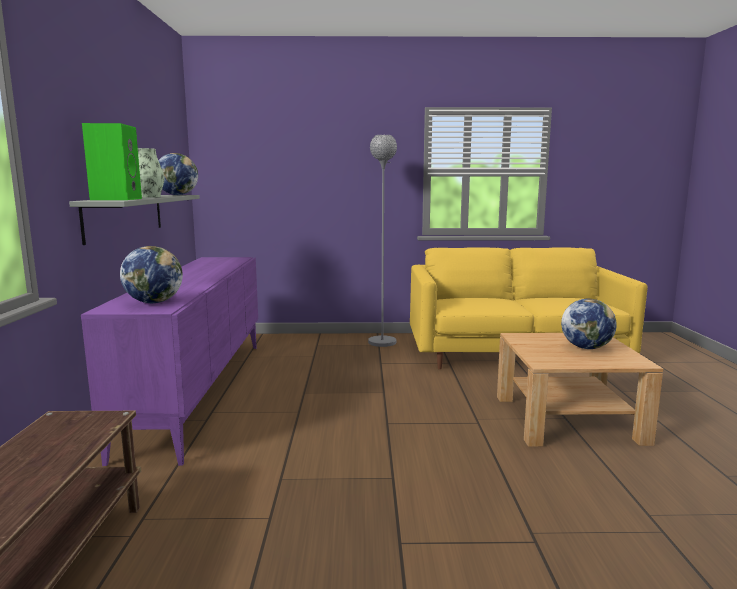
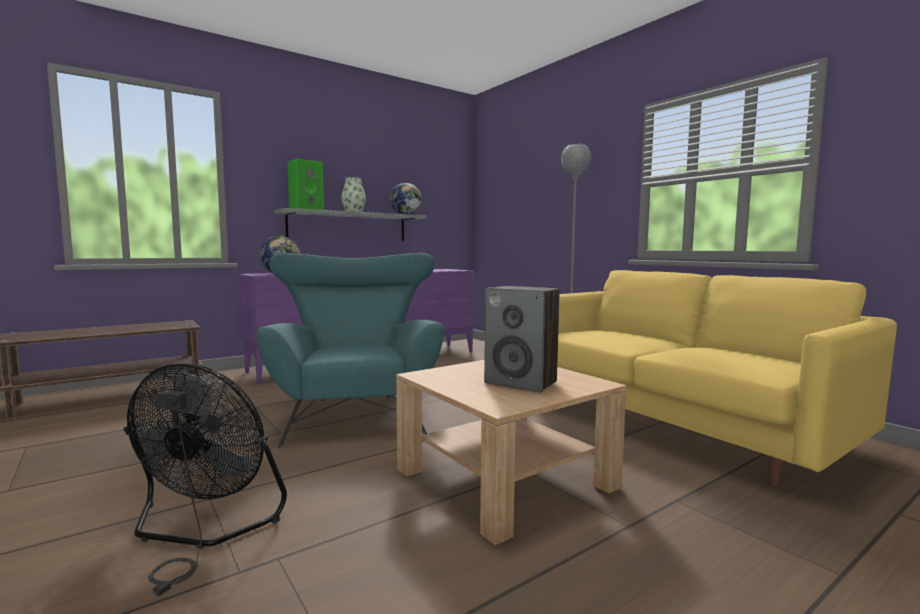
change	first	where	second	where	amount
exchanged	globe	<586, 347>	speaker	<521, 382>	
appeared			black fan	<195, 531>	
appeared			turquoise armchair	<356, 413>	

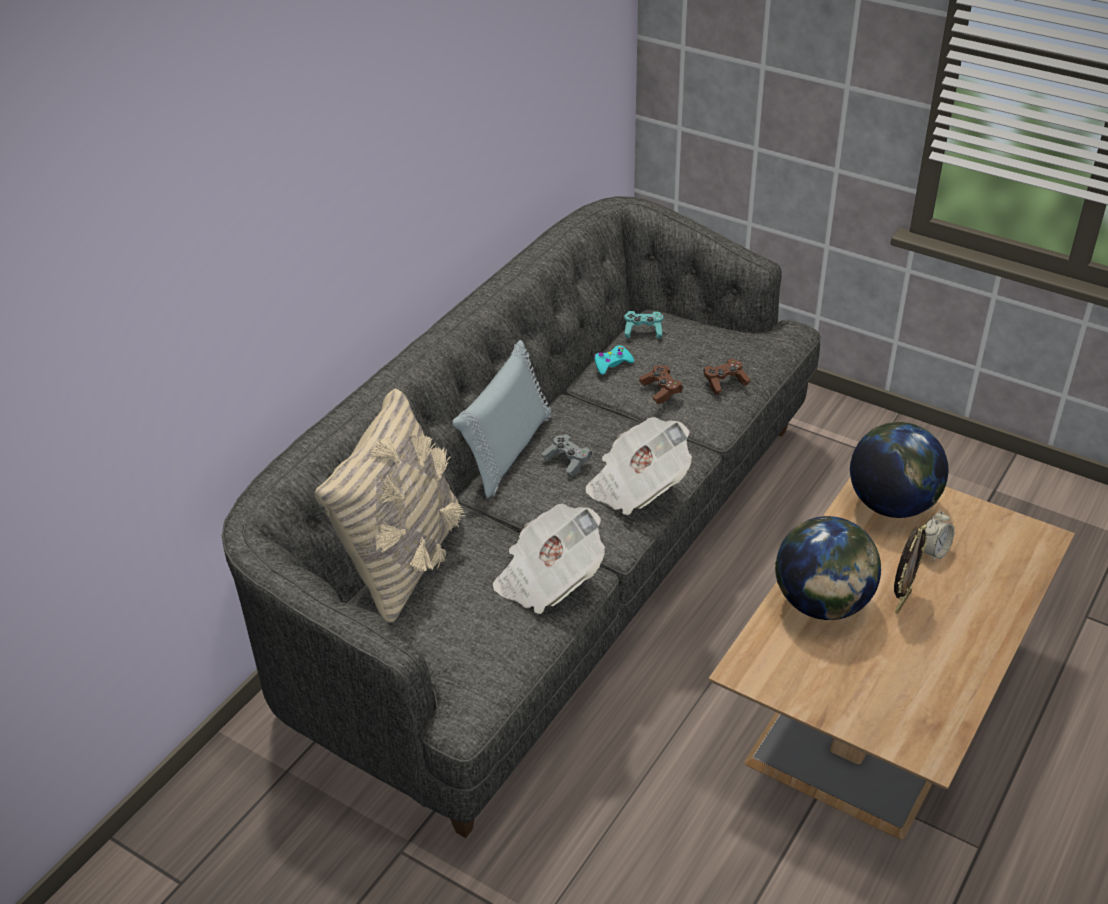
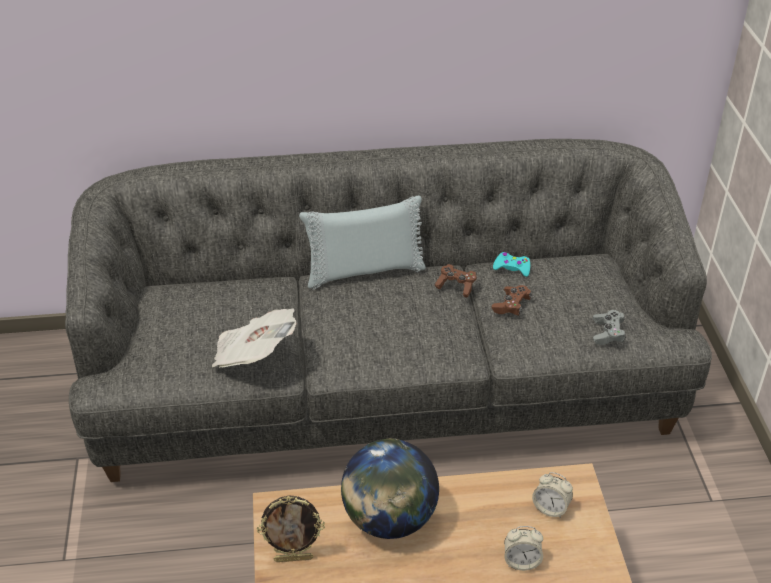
change	first	where	second	where	amount
missing	beige pillow	<405, 562>			
relocated	grey game controller	<567, 461>		<607, 333>	
missing	newspaper	<637, 486>			
missing	turquoise game controller	<643, 331>			
relocated	brown game controller	<725, 383>		<456, 286>	
exchanged	globe	<892, 505>	alarm clock	<550, 508>	
relocated	picture frame	<901, 601>		<294, 558>	

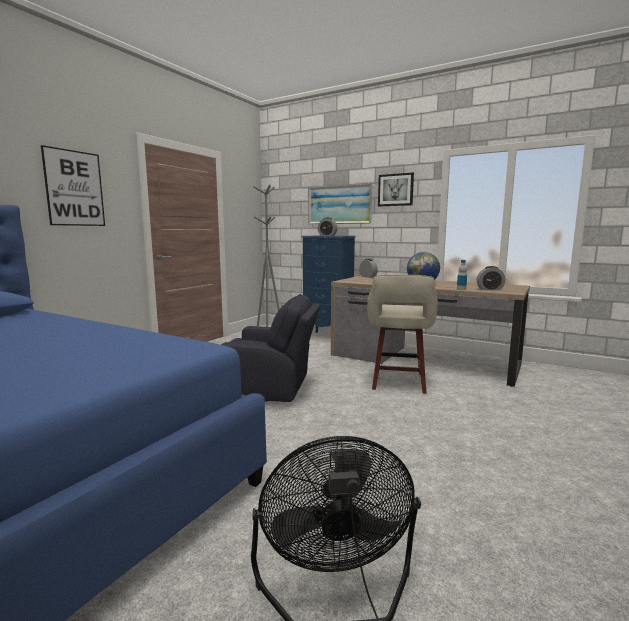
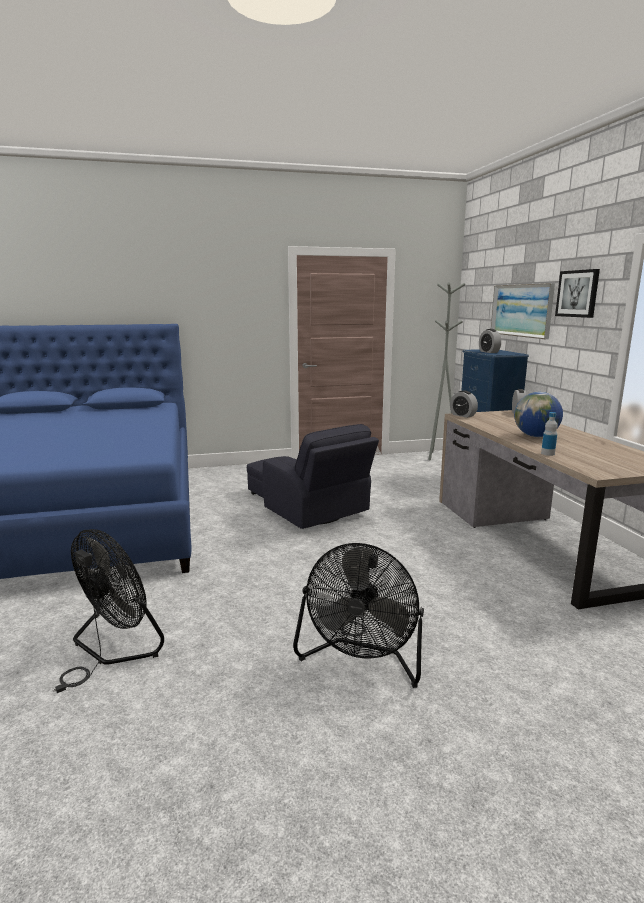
change	first	where	second	where	amount
missing	picture	<74, 188>			
missing	beige stool	<398, 383>			
relocated	alarm clock	<489, 289>		<462, 415>	
appeared			black fan	<358, 657>	

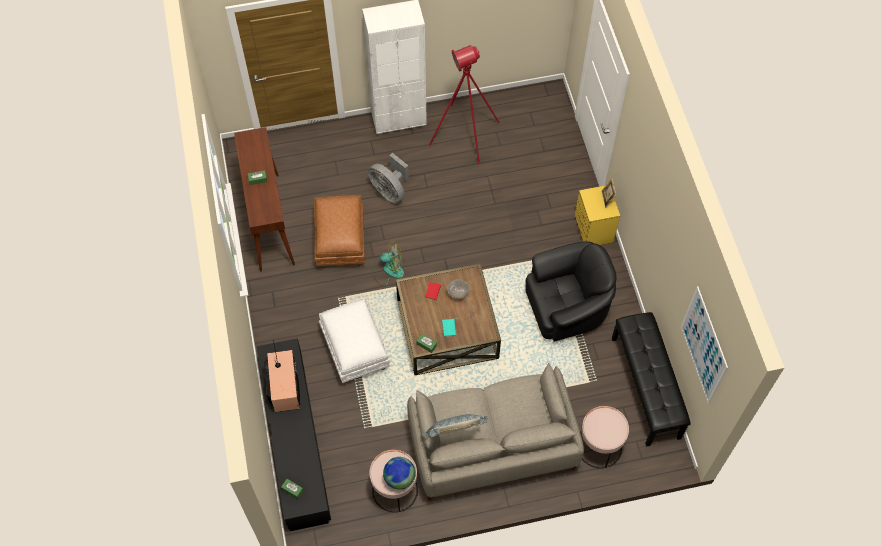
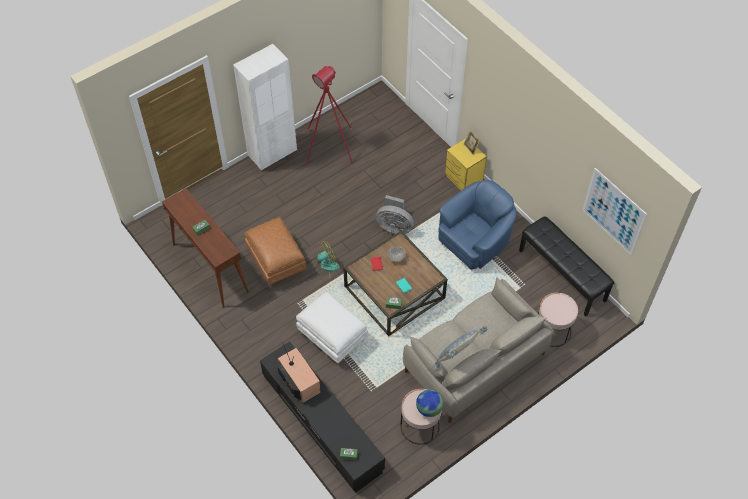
change	first	where	second	where	amount
relocated	grey fan	<390, 190>		<394, 226>	
colour	black armchair	<566, 308>	blue armchair	<474, 242>	

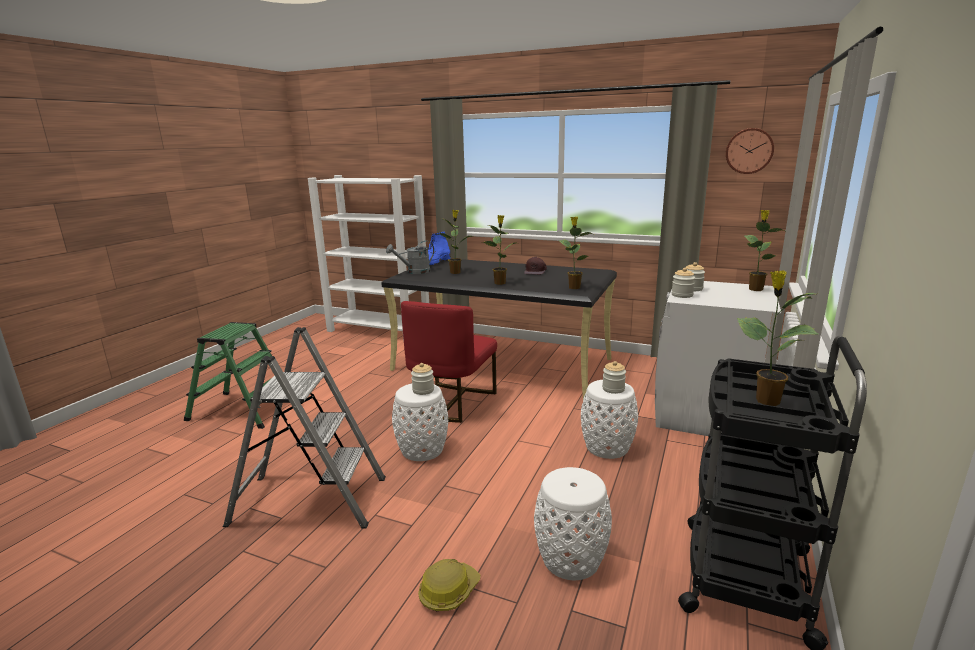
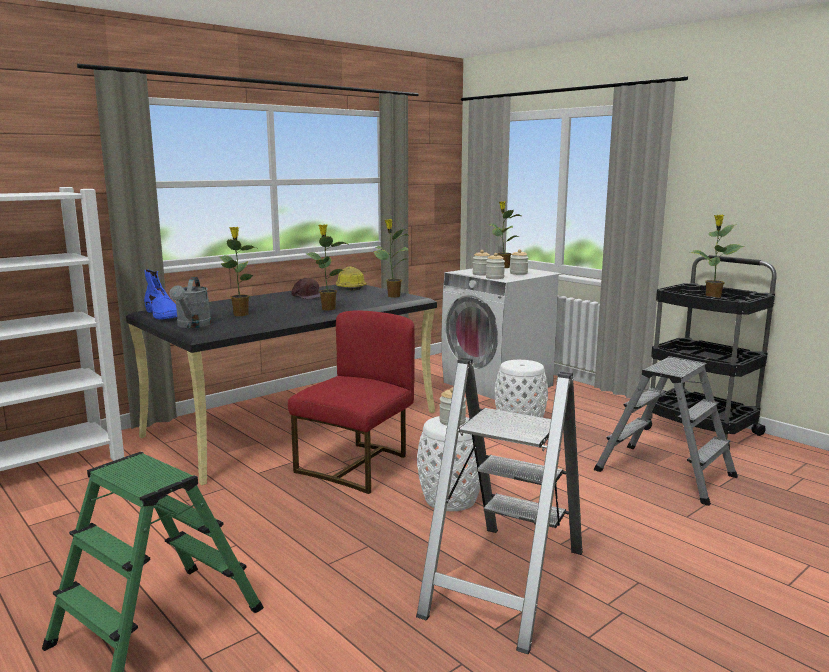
change	first	where	second	where	amount
spun	red chair	<452, 403>		<357, 465>	105 degrees counterclockwise
relocated	hard hat	<448, 591>		<350, 287>	
exchanged	white stool	<571, 559>	grey step ladder	<664, 473>	
relocated	jar	<613, 389>		<518, 273>	
missing	wall clock	<749, 151>			

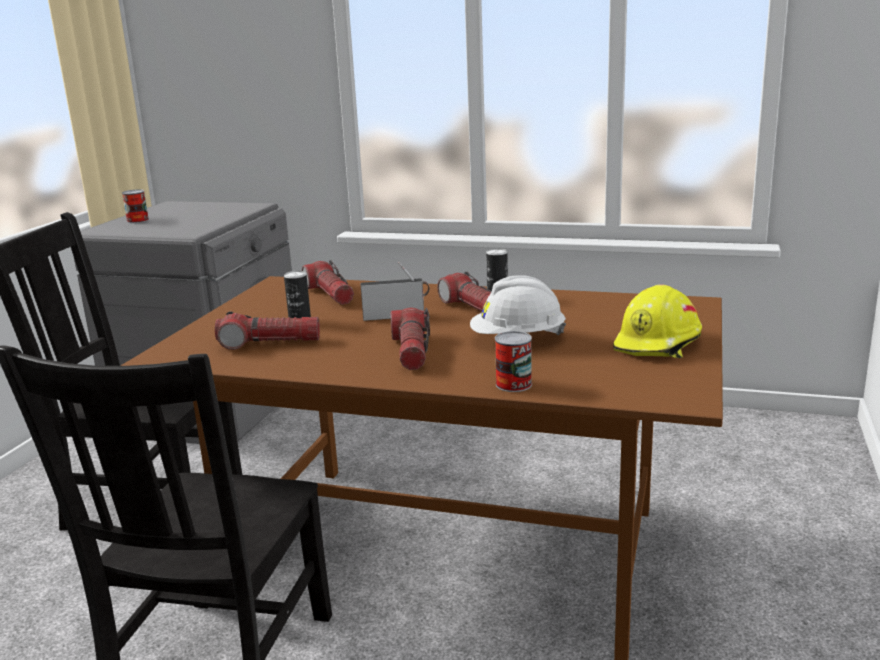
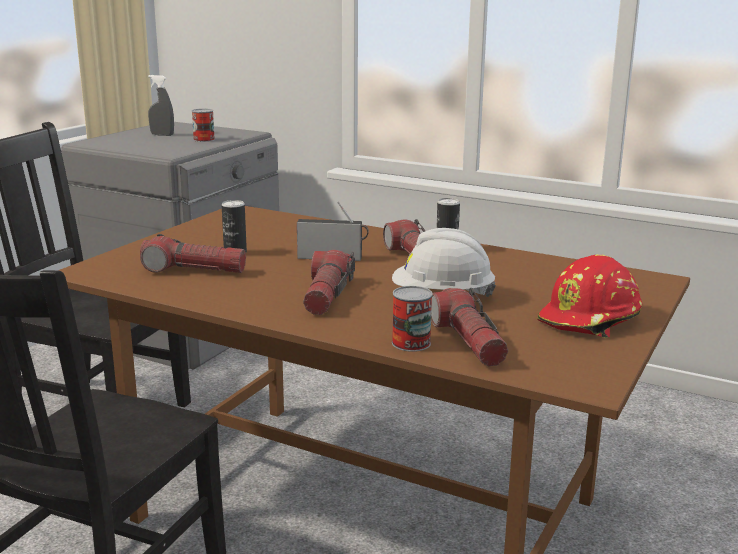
change	first	where	second	where	amount
relocated	can	<137, 220>		<204, 139>	
relocated	flashlight	<330, 294>		<468, 341>	
colour	yellow hard hat	<658, 344>	red hard hat	<591, 319>	
appeared			grey spray bottle	<162, 135>	

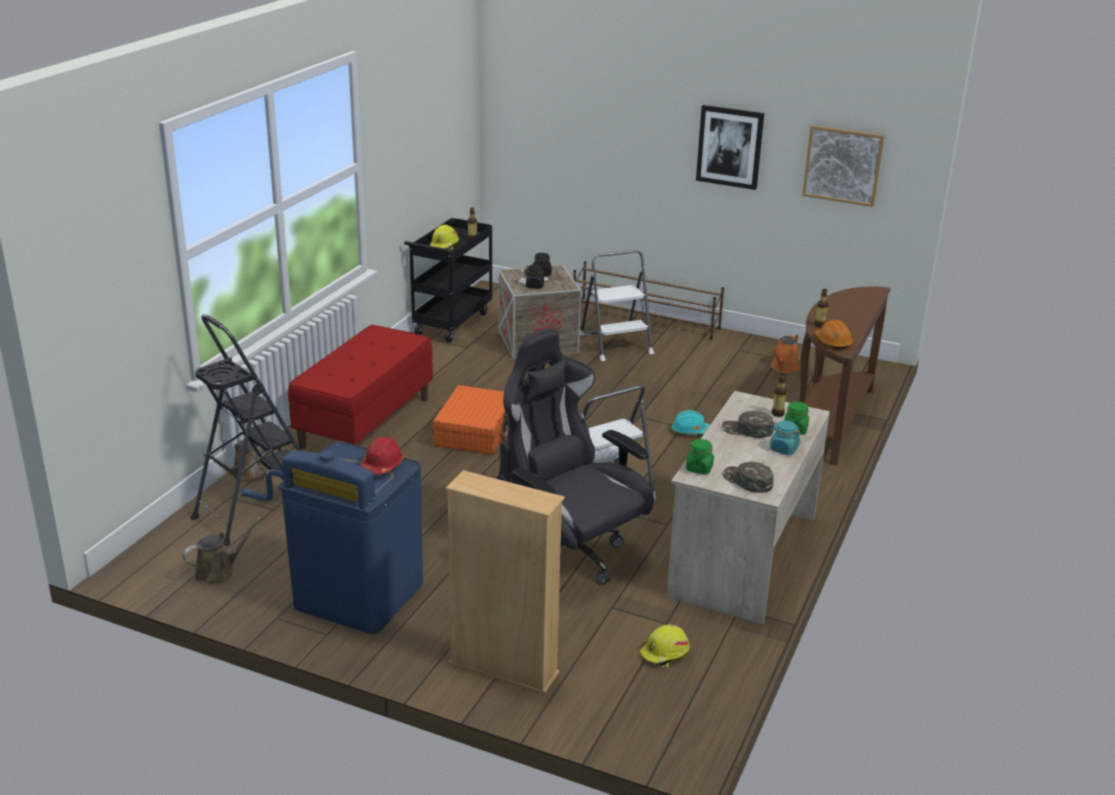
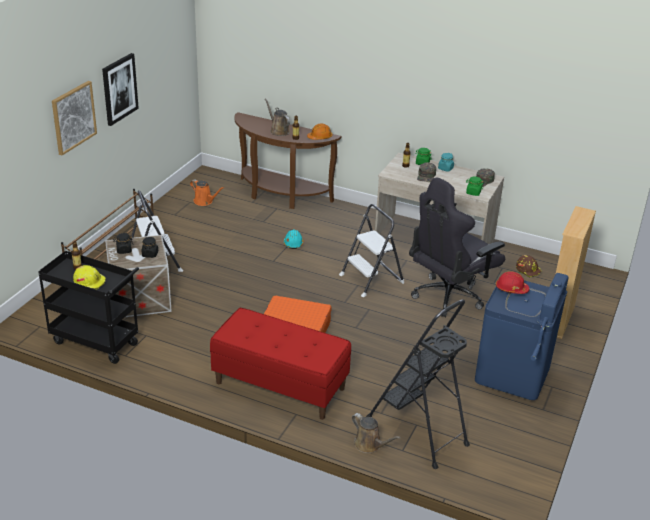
change	first	where	second	where	amount
relocated	brown watering can	<218, 572>		<278, 131>	
colour	yellow hard hat	<665, 654>	brown hard hat	<528, 270>	
relocated	picture	<843, 165>		<73, 117>	

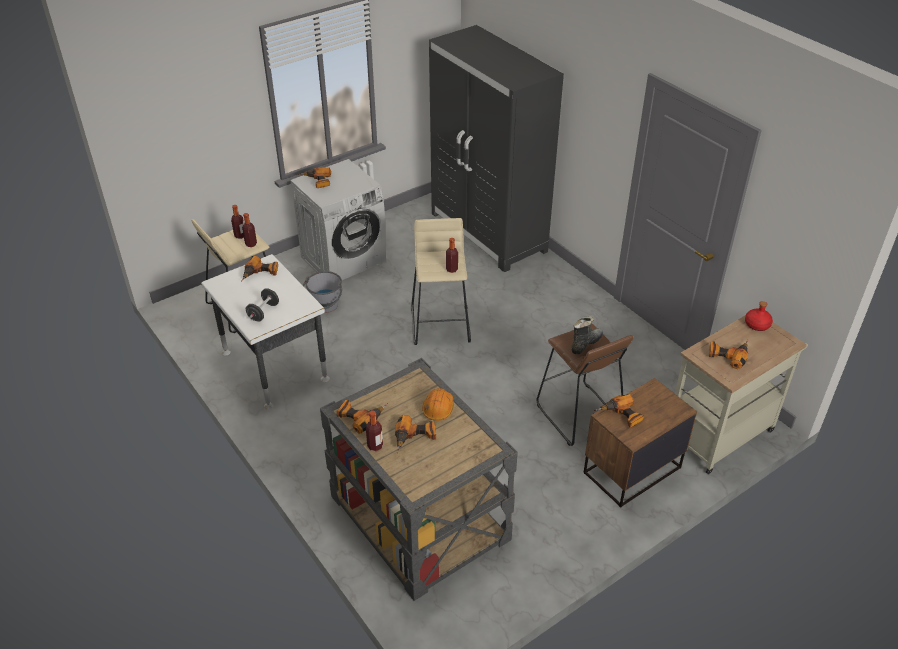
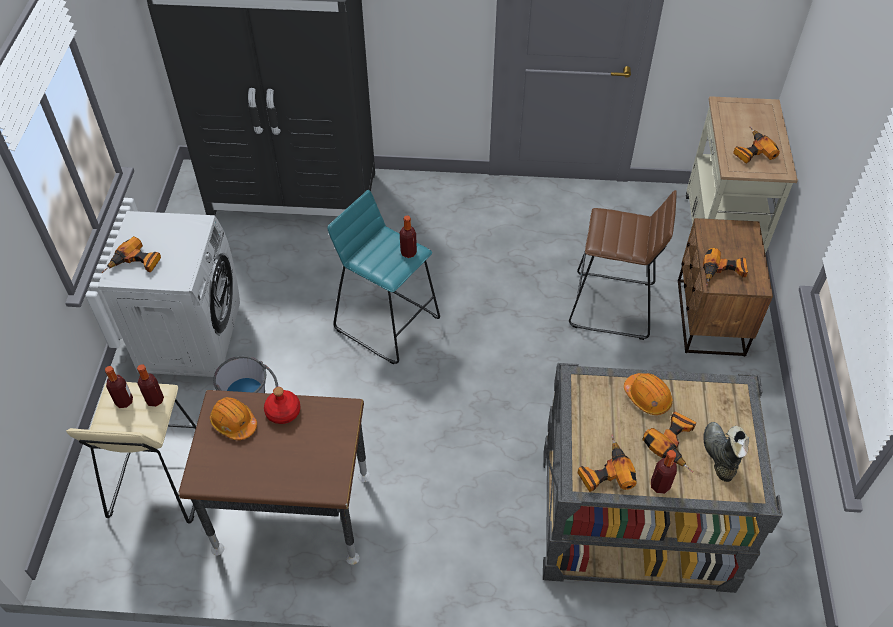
change	first	where	second	where	amount
colour	white desk	<274, 365>	brown desk	<292, 512>	
exchanged	power drill	<261, 274>	orange hard hat	<234, 422>	
missing	black dumbbell	<263, 312>			
colour	beige stool	<441, 324>	turquoise stool	<387, 322>	
relocated	black boot	<585, 344>		<718, 456>	
relocated	red bottle	<757, 324>		<283, 411>	

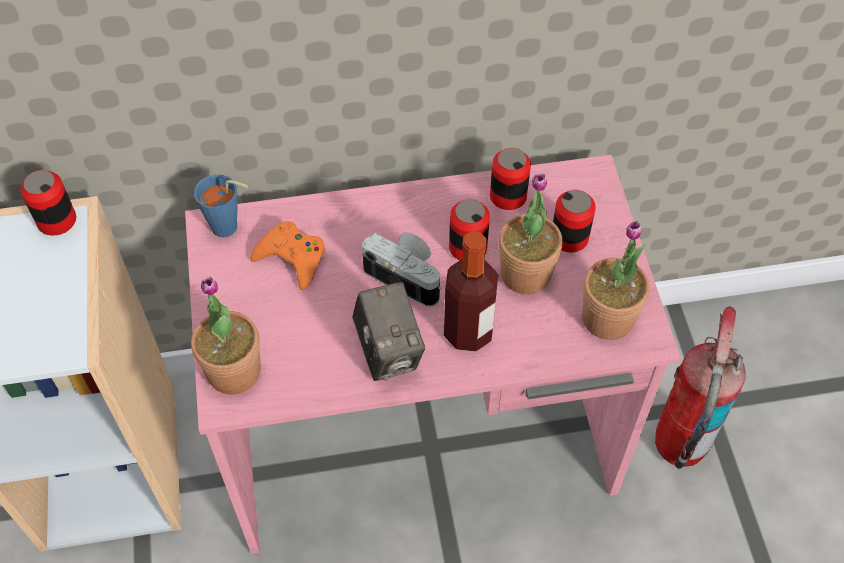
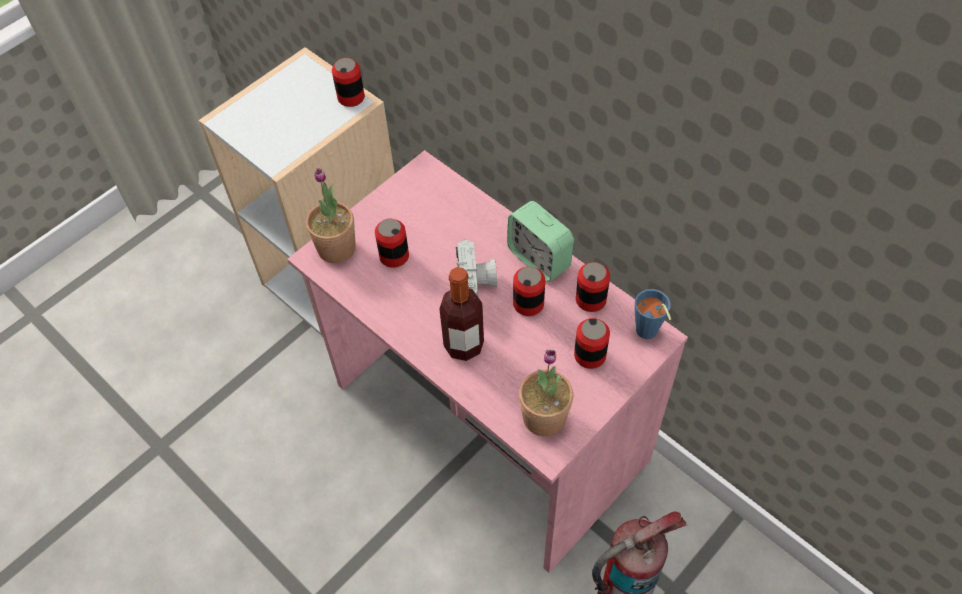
change	first	where	second	where	amount
relocated	blue cup	<230, 229>		<648, 334>	
missing	orange game controller	<292, 258>			
missing	photo camera	<388, 351>			
missing	potted plant	<525, 274>			
appeared			can	<394, 256>	
appeared			alarm clock	<539, 258>	

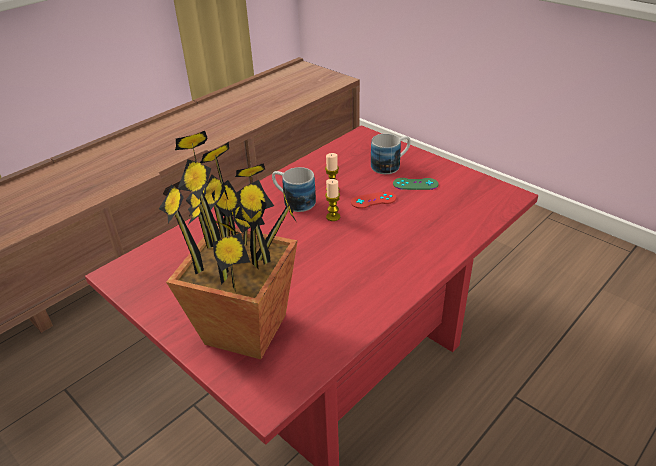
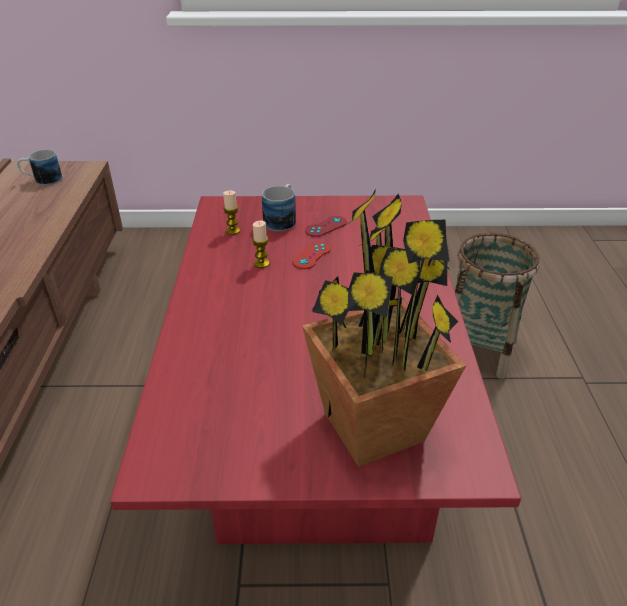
change	first	where	second	where	amount
relocated	mug	<293, 201>		<42, 180>	
relocated	candle	<333, 217>		<233, 231>	
colour	green game controller	<415, 184>	red game controller	<326, 226>	
appeared			basket	<477, 349>	

